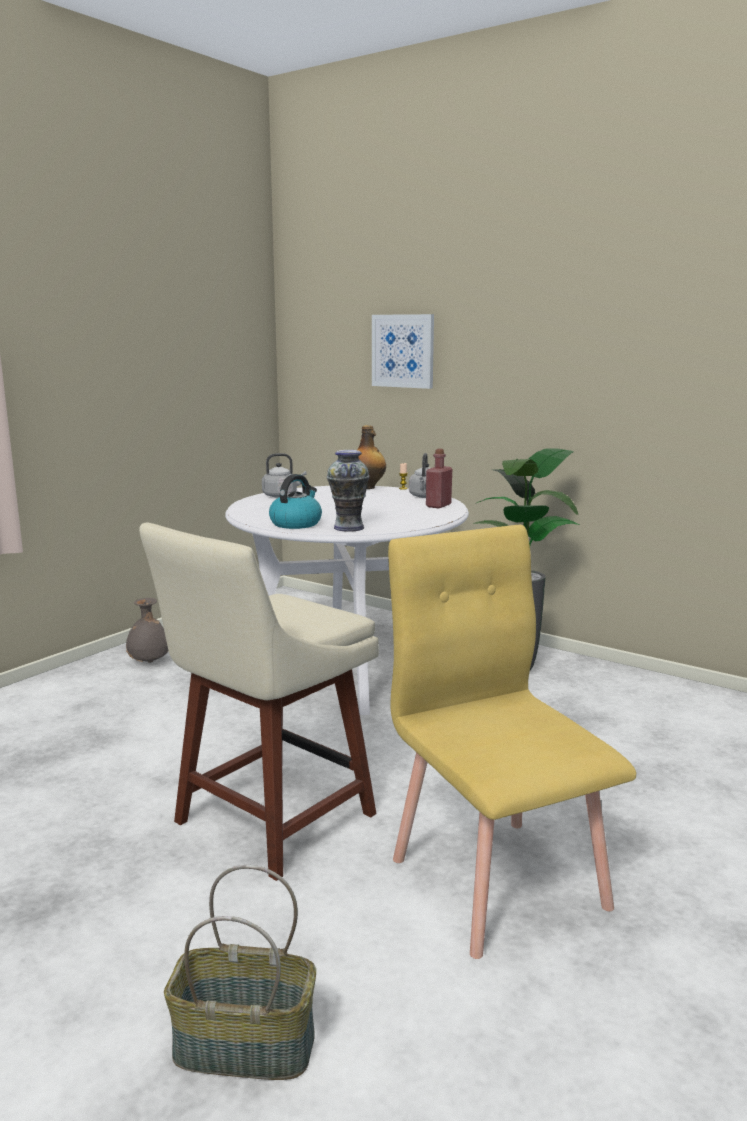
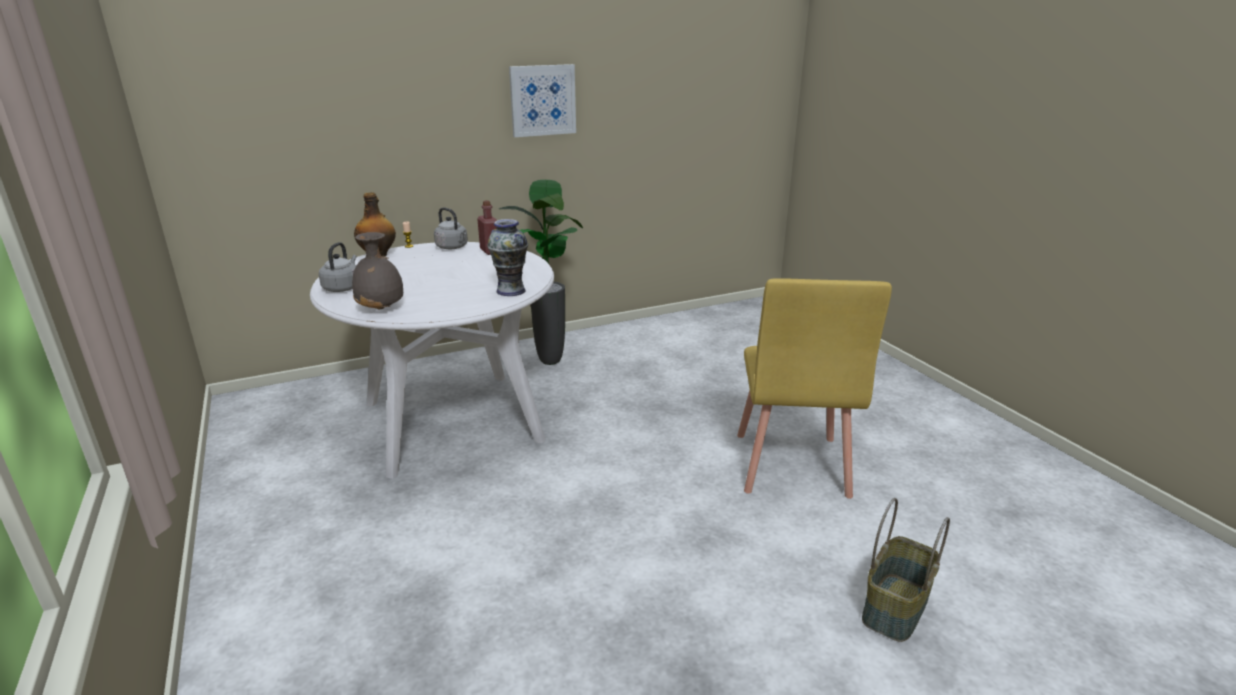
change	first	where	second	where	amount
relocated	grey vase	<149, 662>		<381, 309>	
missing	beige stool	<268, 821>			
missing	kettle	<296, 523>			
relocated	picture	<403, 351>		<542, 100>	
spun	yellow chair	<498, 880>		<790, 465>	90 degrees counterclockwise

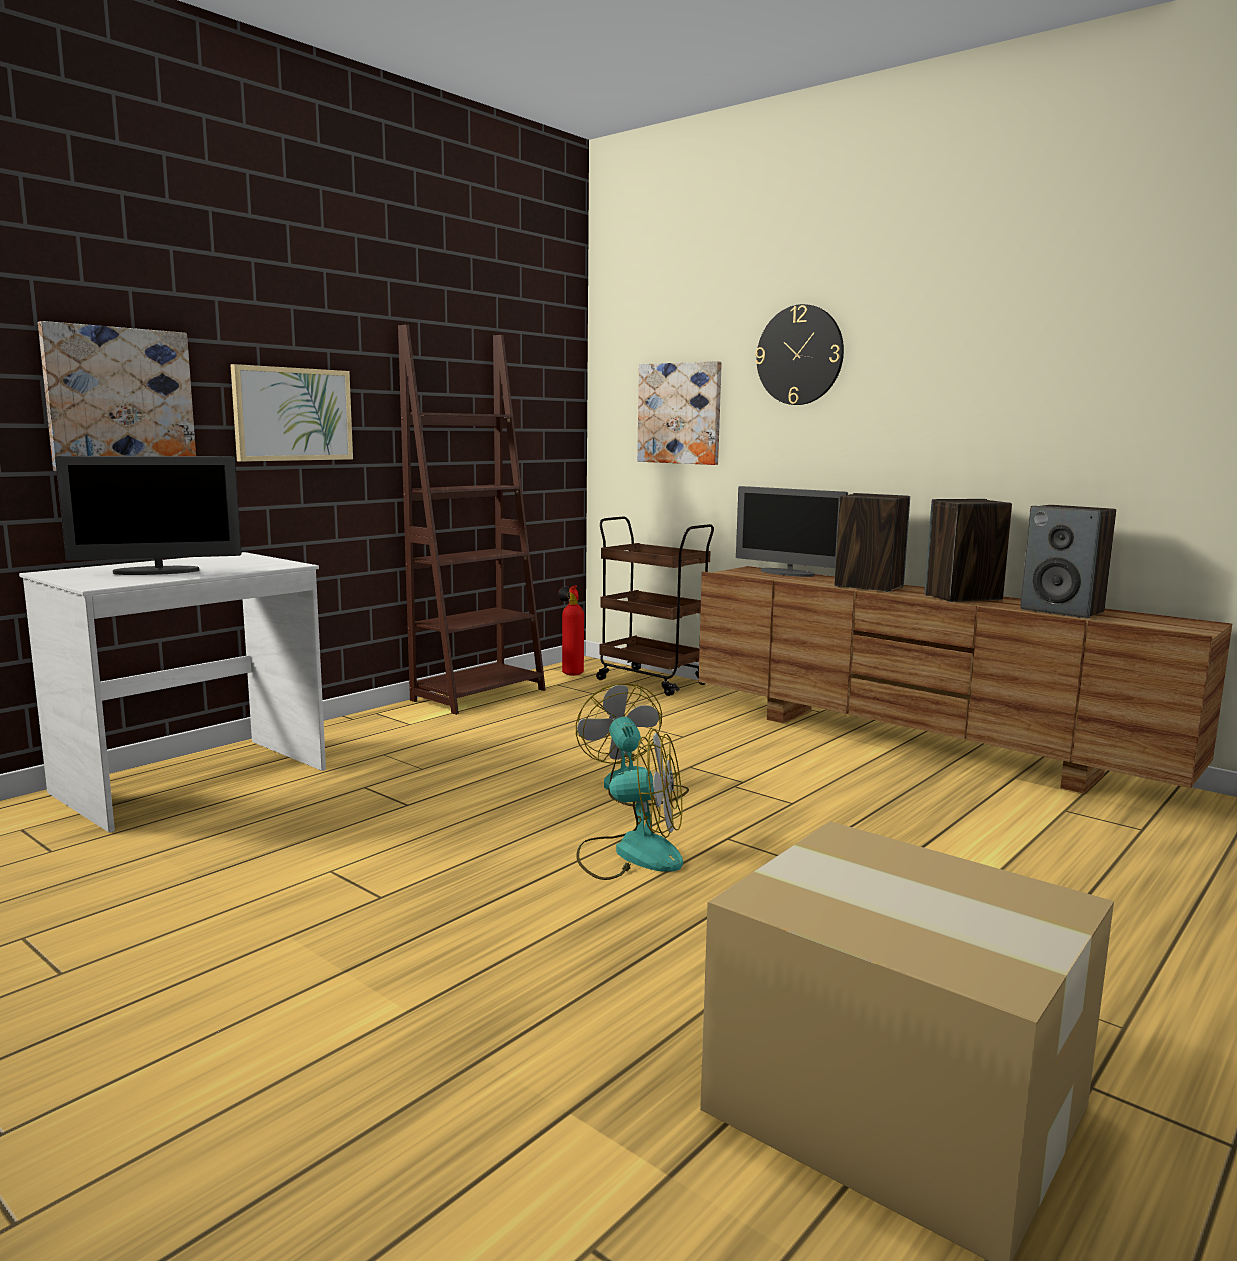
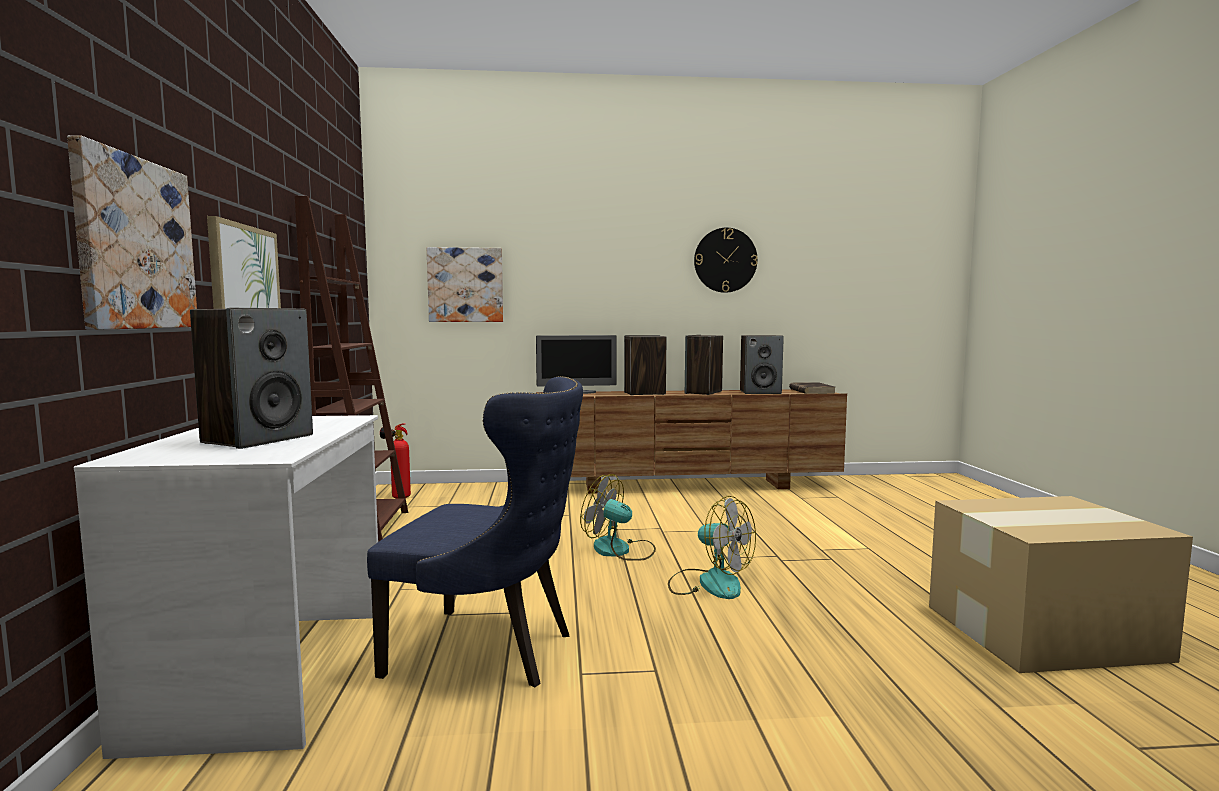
change	first	where	second	where	amount
exchanged	monitor	<157, 572>	speaker	<258, 439>	
spun	fan	<631, 854>		<709, 583>	75 degrees clockwise
missing	brown cart	<652, 682>			
relocated	wall clock	<799, 355>		<725, 260>	
appeared			blue chair	<489, 650>	
appeared			brown book	<811, 391>	

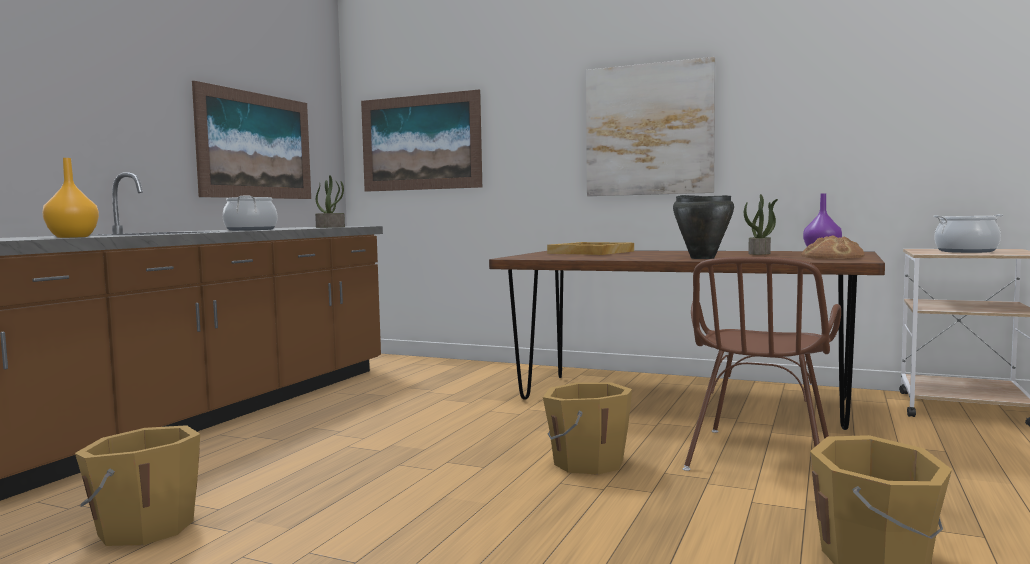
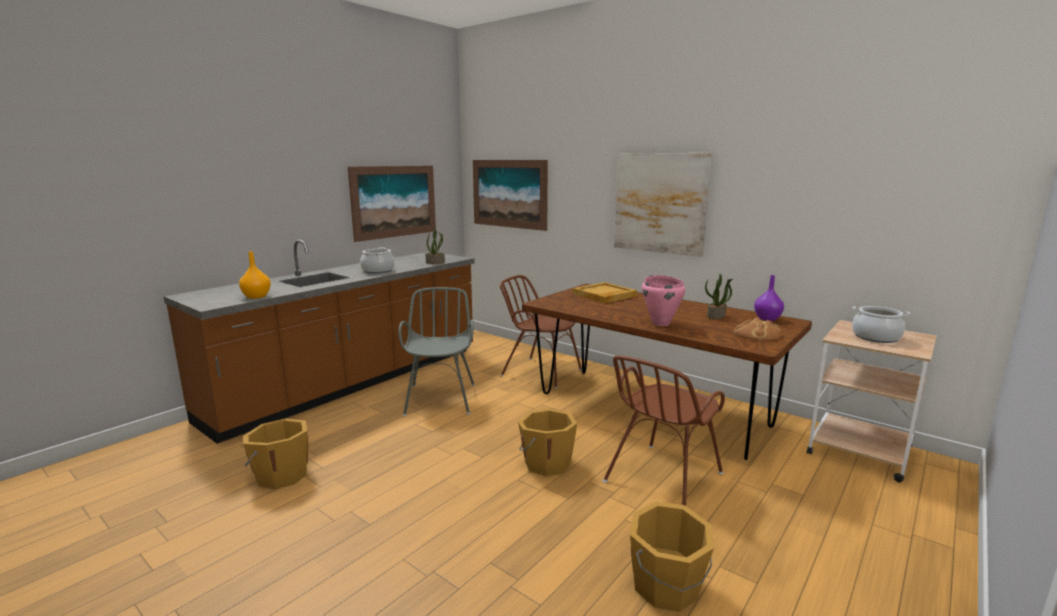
change	first	where	second	where	amount
colour	black cooking pot	<702, 258>	pink cooking pot	<661, 323>	
appeared			grey chair	<440, 397>	
appeared			brown chair	<538, 371>	

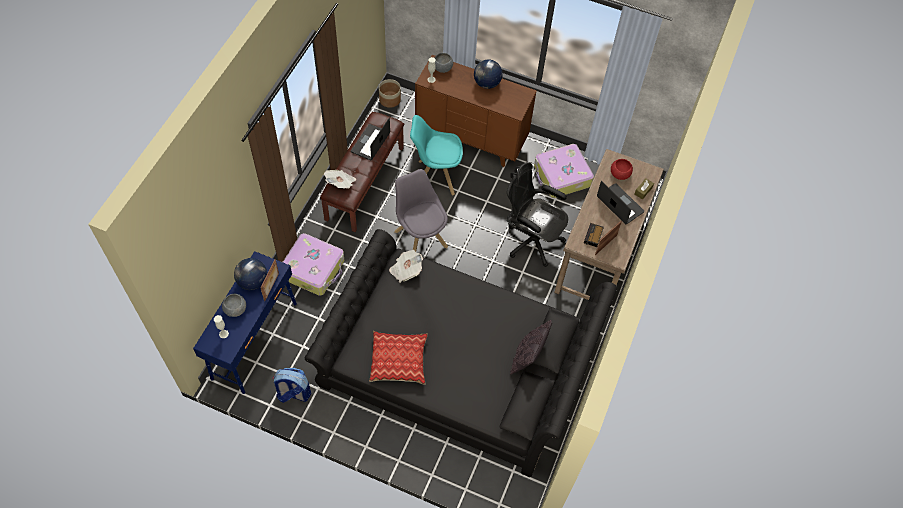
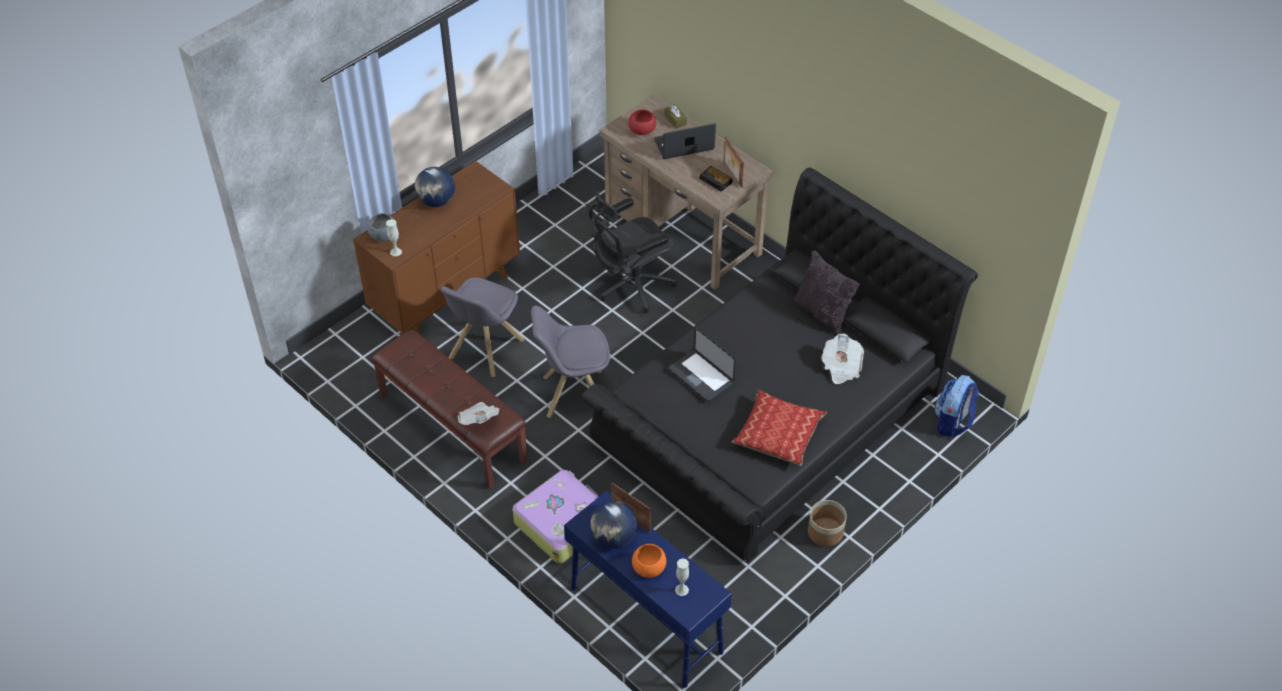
change	first	where	second	where	amount
colour	grey bowl	<235, 309>	orange bowl	<648, 568>	
relocated	backpack	<293, 393>		<952, 422>	
relocated	laptop	<370, 143>		<701, 376>	
relocated	planter	<389, 99>		<825, 532>	
relocated	newspaper	<406, 270>		<841, 367>	
colour	turquoise chair	<435, 177>	grey chair	<485, 349>	
missing	suitcase	<561, 176>			

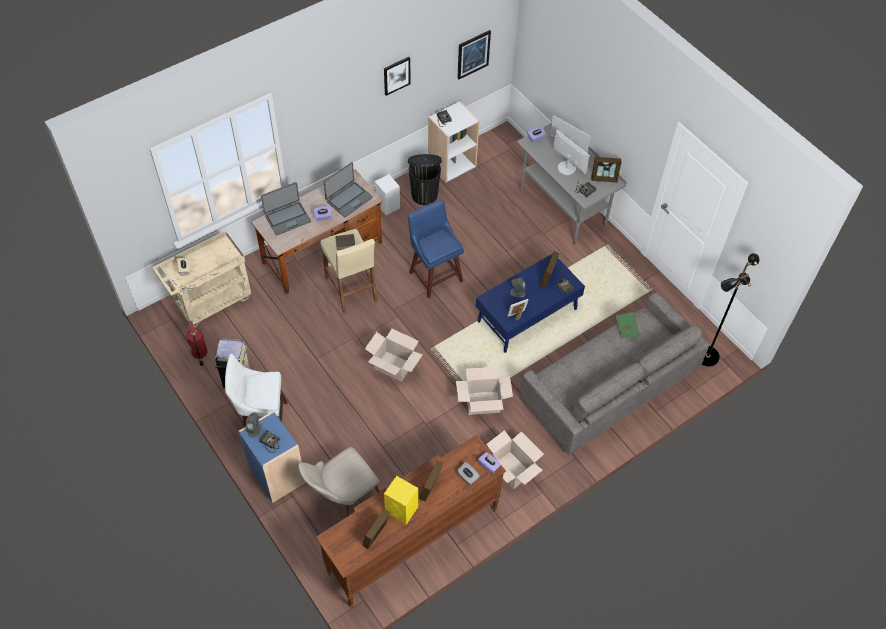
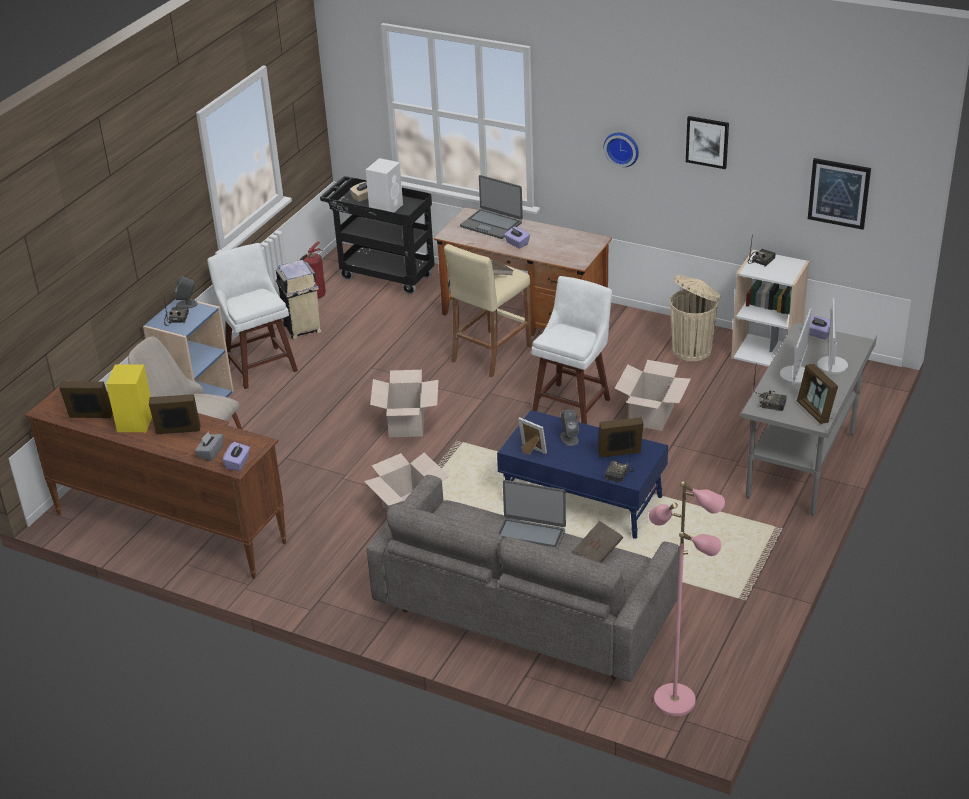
change	first	where	second	where	amount
colour	beige cart	<211, 306>	black cart	<383, 278>	
relocated	laptop	<348, 199>		<528, 539>	
relocated	white speaker	<387, 205>		<386, 207>	
colour	black trash can	<424, 194>	beige trash can	<693, 349>	
colour	blue chair	<434, 275>	white chair	<573, 403>	
relocated	cardboard box	<511, 470>		<651, 415>	
colour	green book	<626, 328>	brown book	<598, 552>	
colour	black floor lamp	<706, 356>	pink floor lamp	<675, 700>	
appeared			wall clock	<622, 148>	

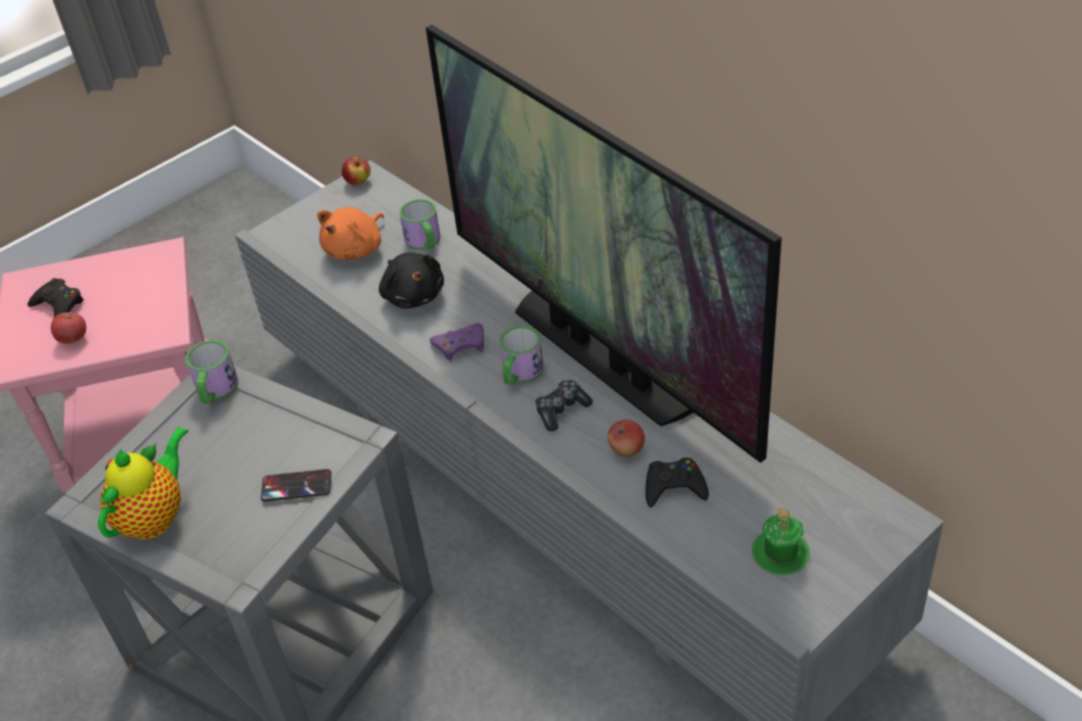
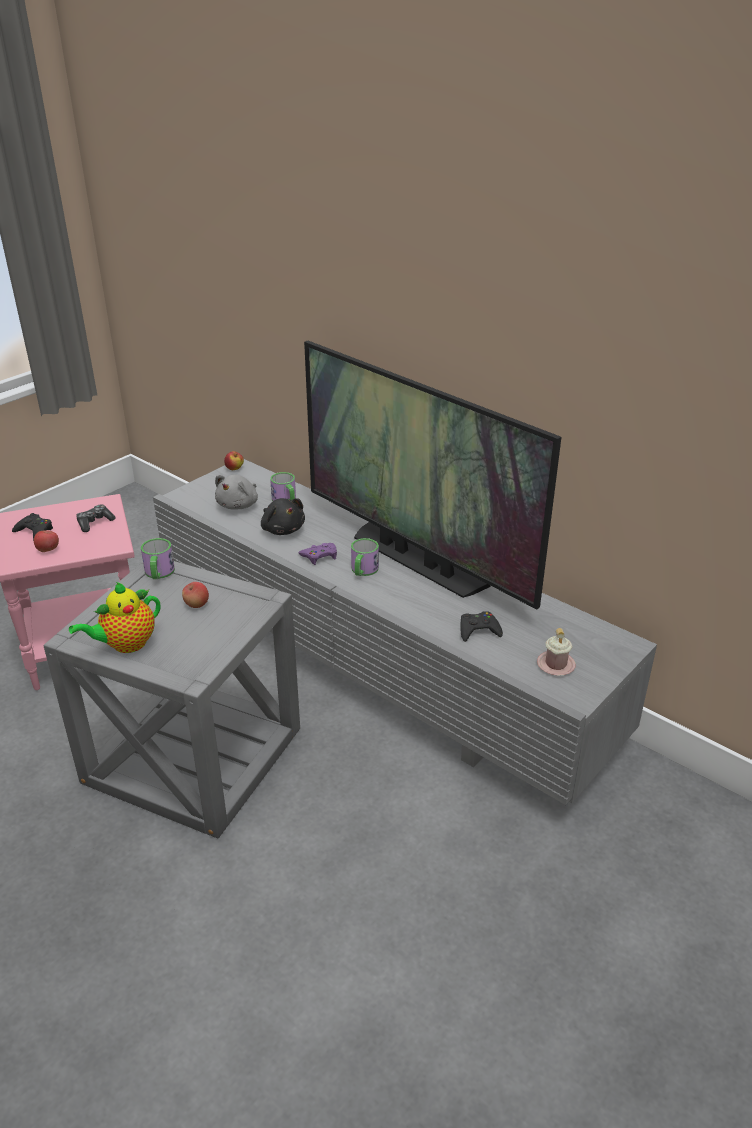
change	first	where	second	where	amount
spun	teapot	<155, 517>		<126, 644>	150 degrees counterclockwise
missing	phone	<296, 486>			
colour	orange plush toy	<356, 249>	grey plush toy	<239, 505>	
relocated	game controller	<561, 410>		<94, 523>	
relocated	apple	<626, 450>		<196, 604>	
colour	green mug	<780, 554>	pink mug	<555, 664>	

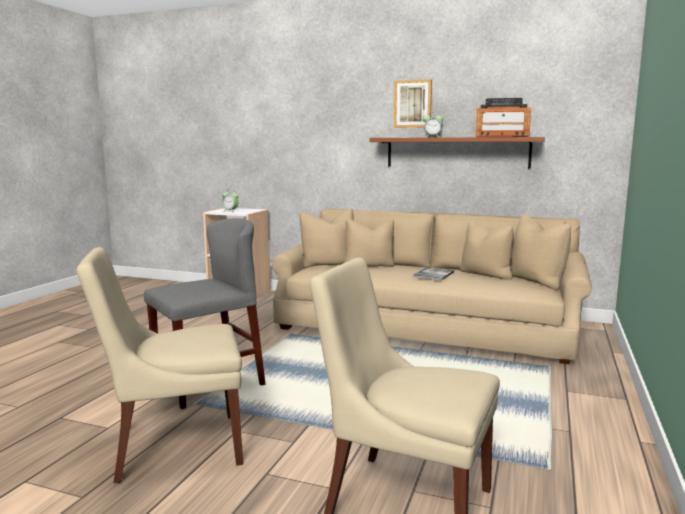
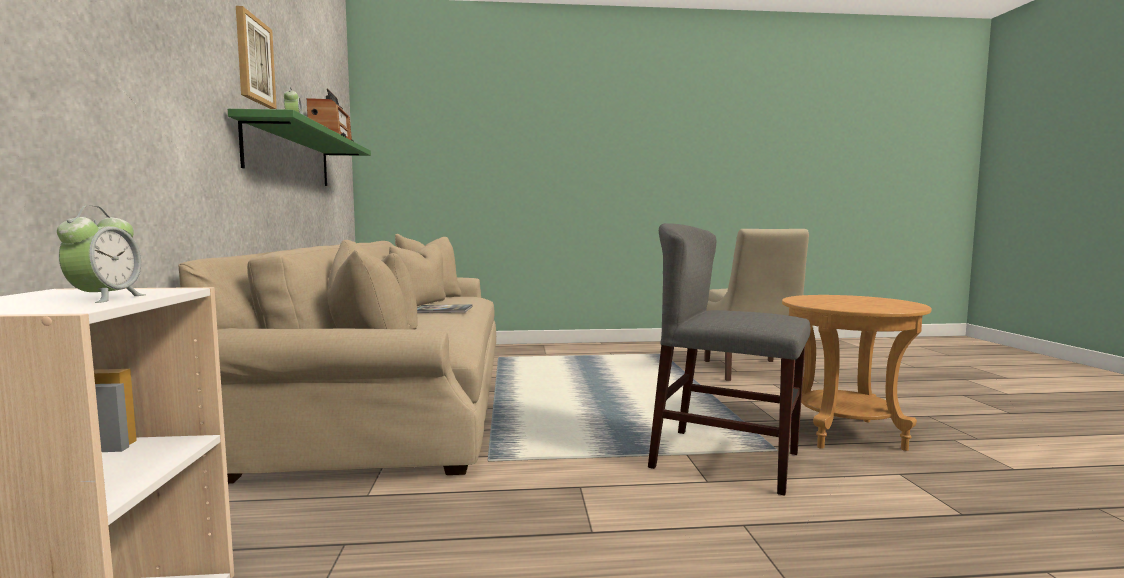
change	first	where	second	where	amount
exchanged	beige chair	<174, 446>	brown side table	<845, 433>	
colour	brown shelf	<457, 152>	green shelf	<290, 156>	

